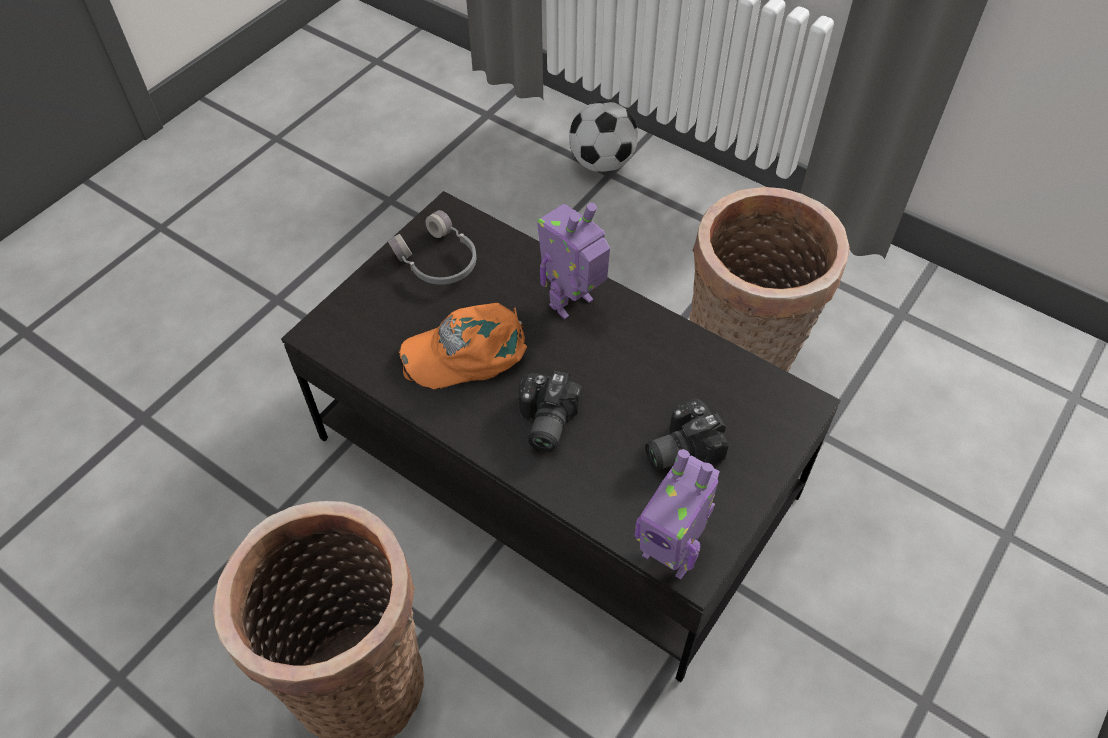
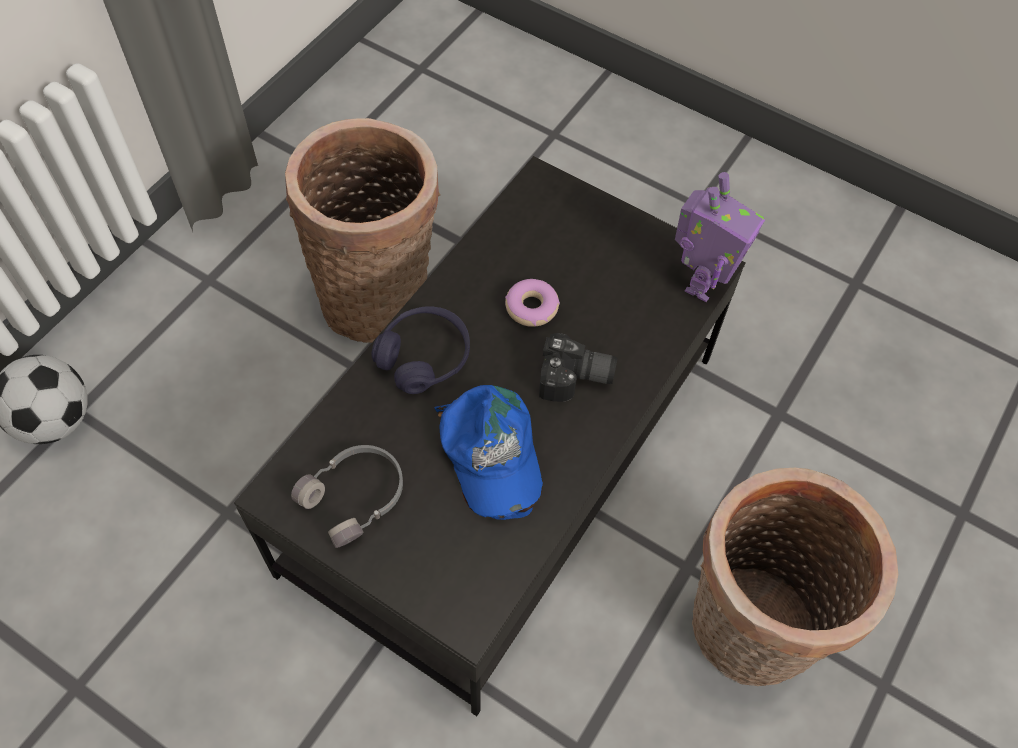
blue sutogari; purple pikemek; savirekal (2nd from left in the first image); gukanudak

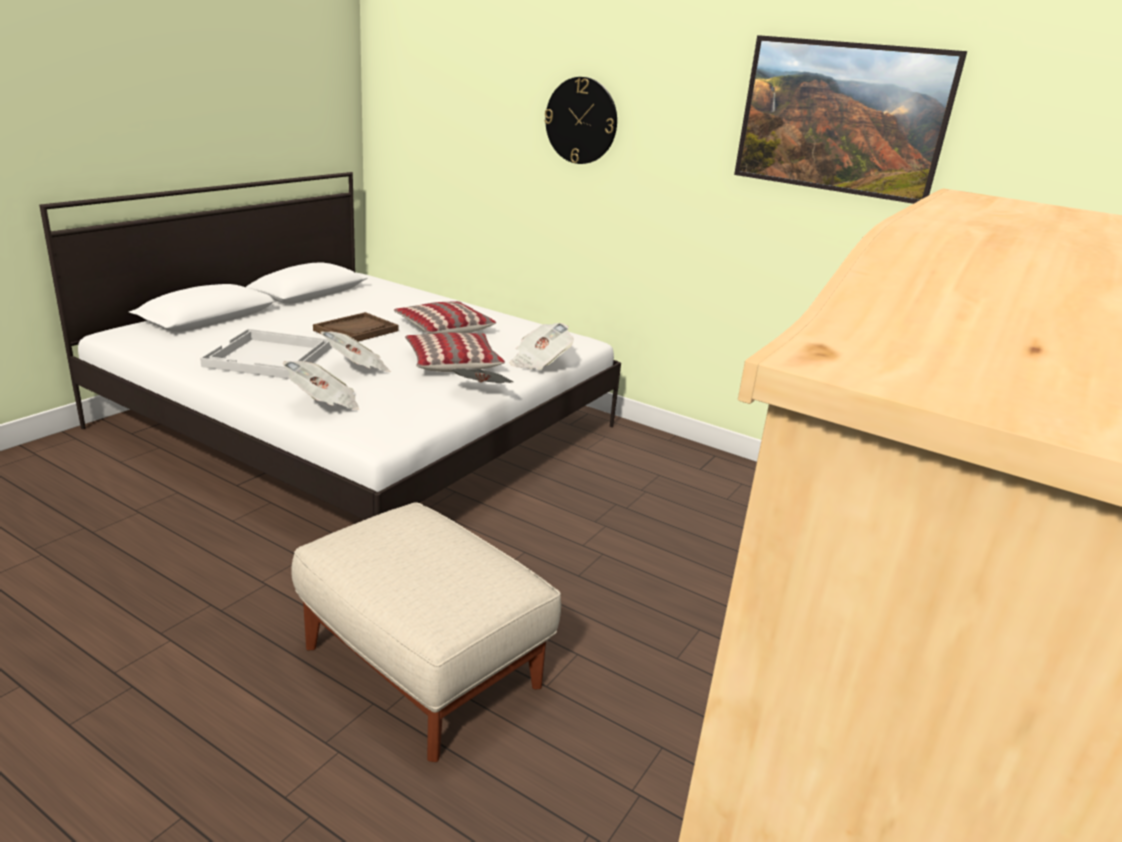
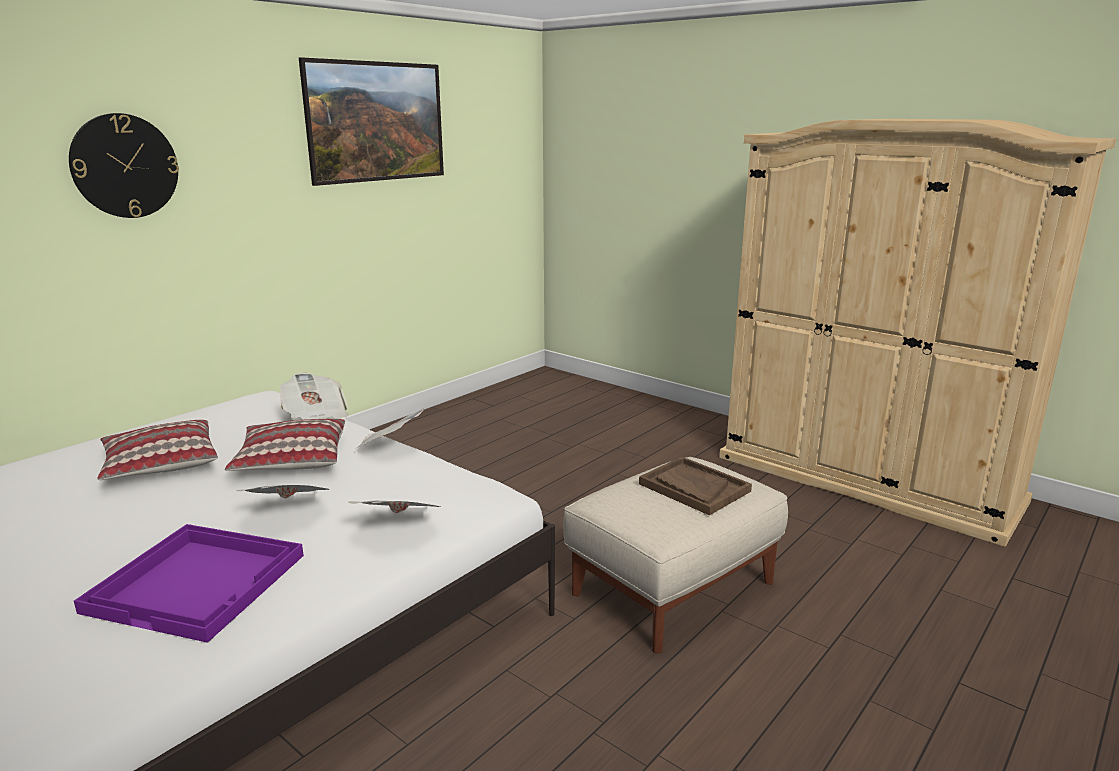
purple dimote; brown dimote

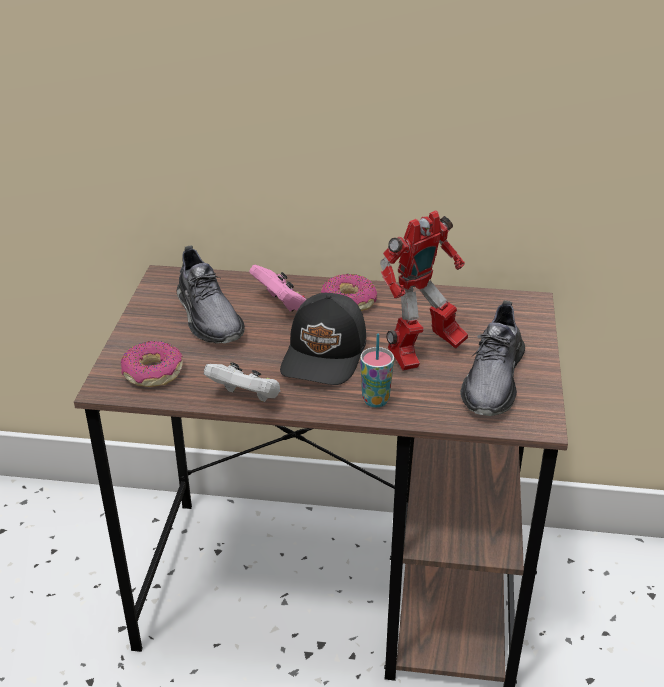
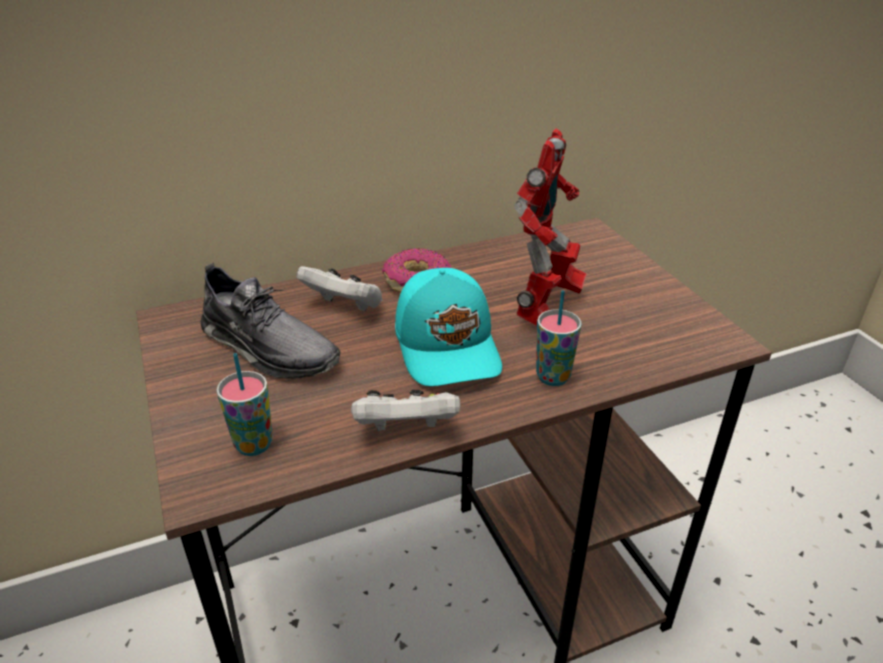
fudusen (1st from left); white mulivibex (1st from left); turquoise sutogari; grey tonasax (2nd from left in the first image)

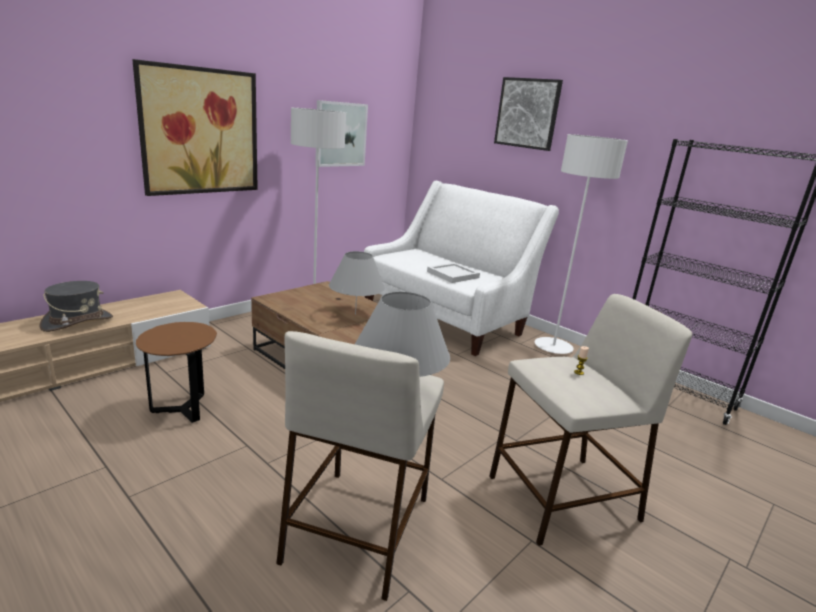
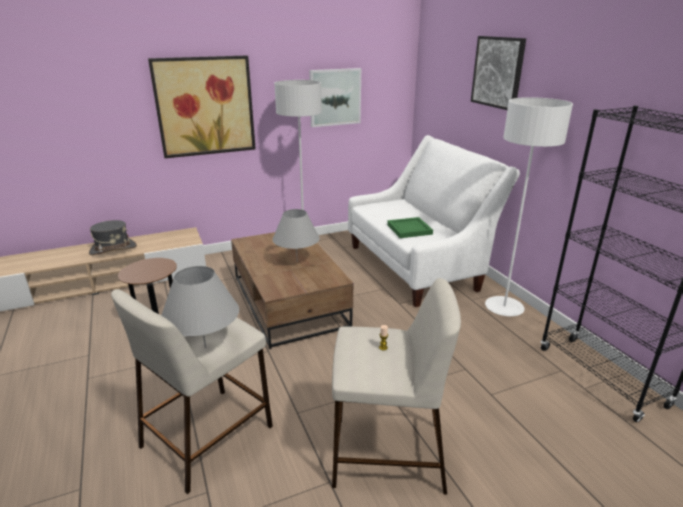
green dimote

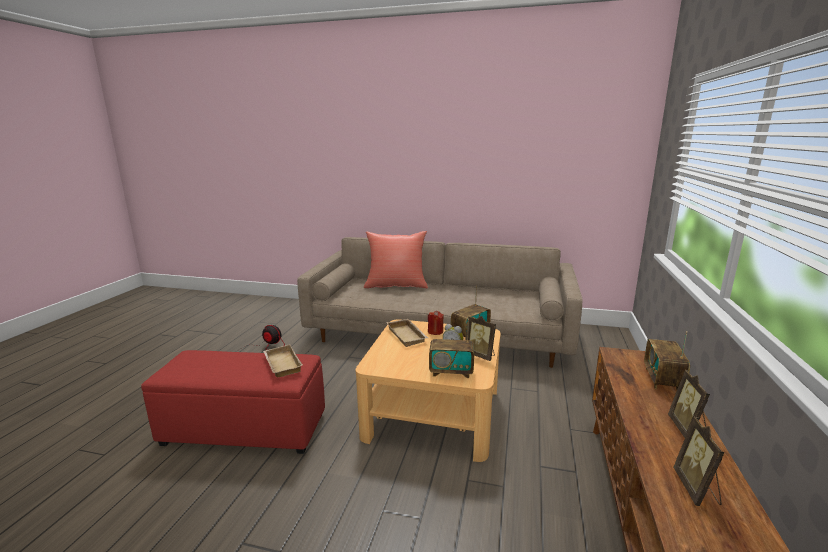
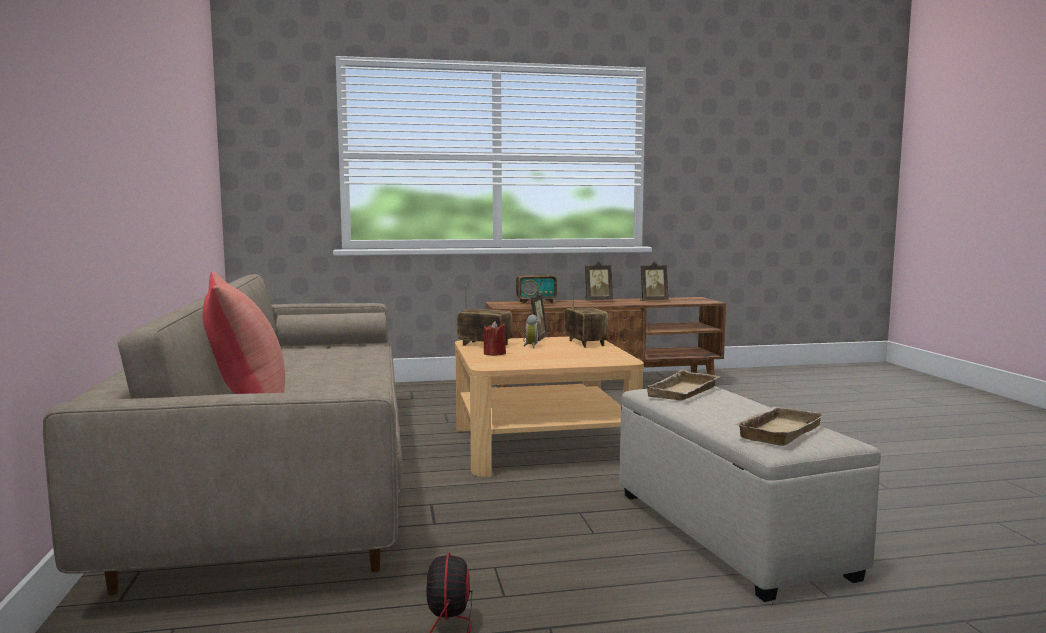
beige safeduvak; beige dimote (2nd from left)

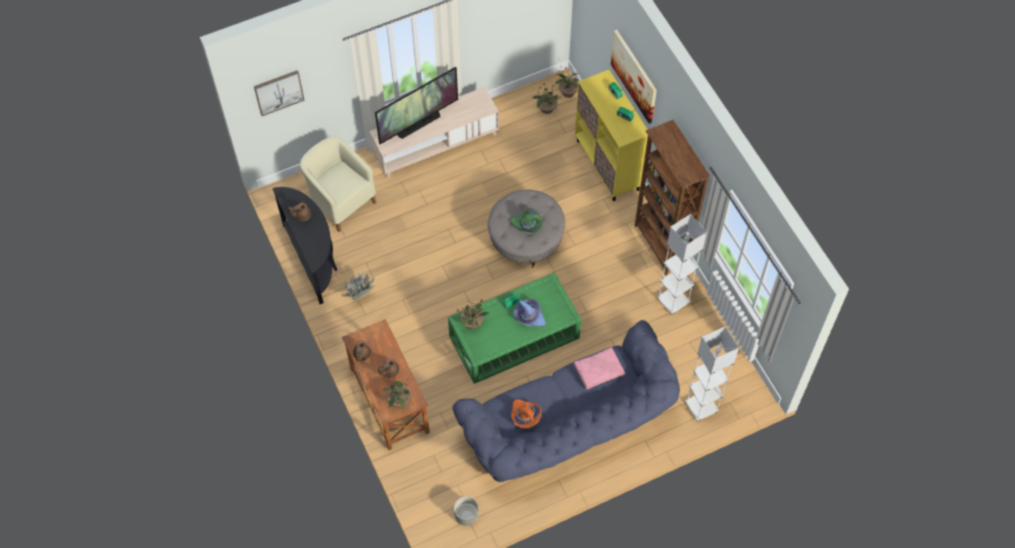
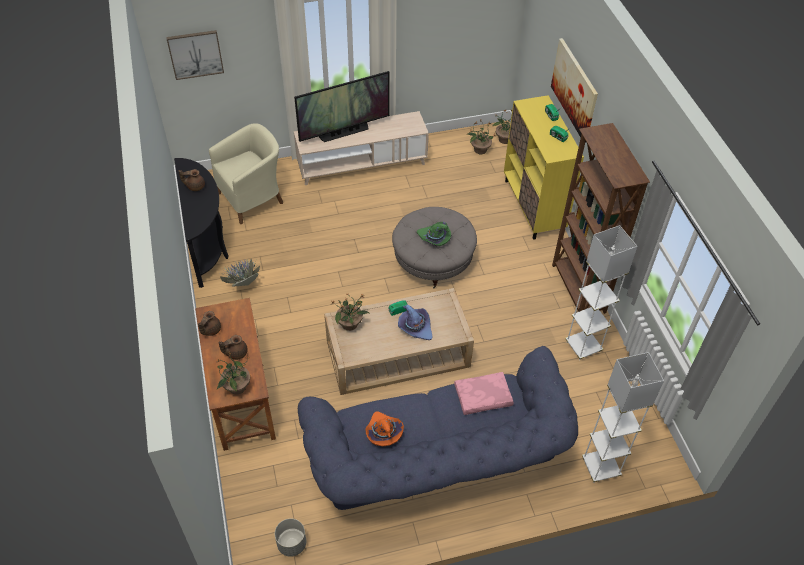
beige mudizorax; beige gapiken

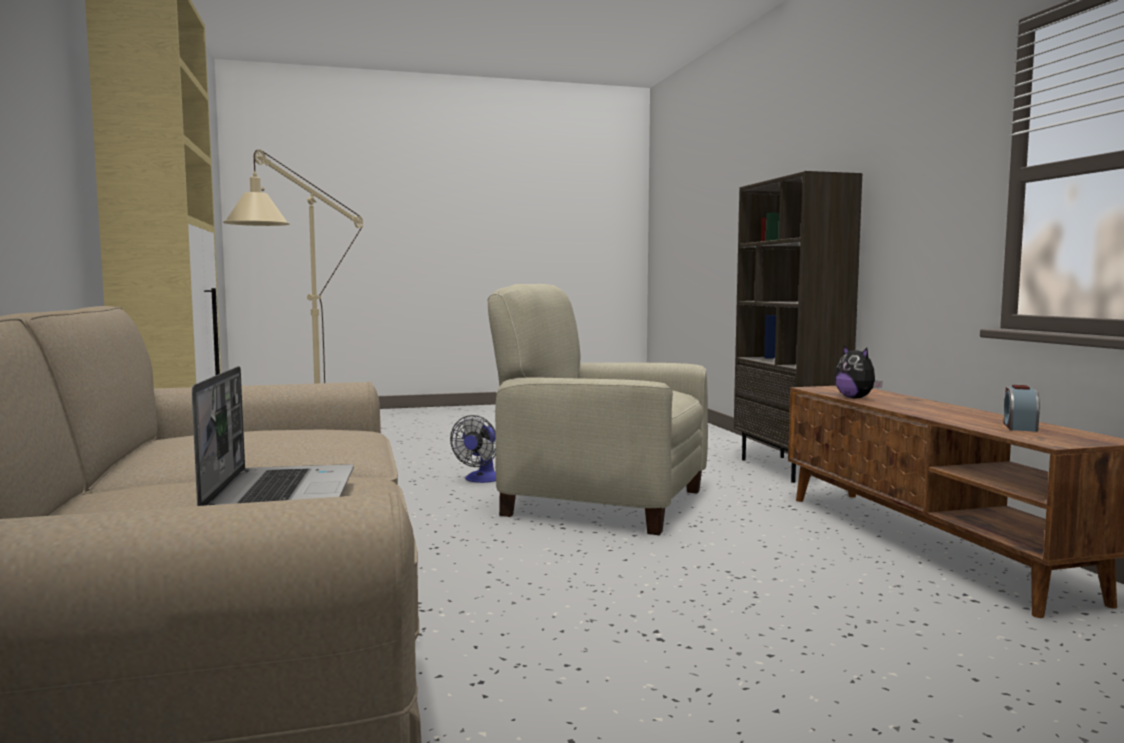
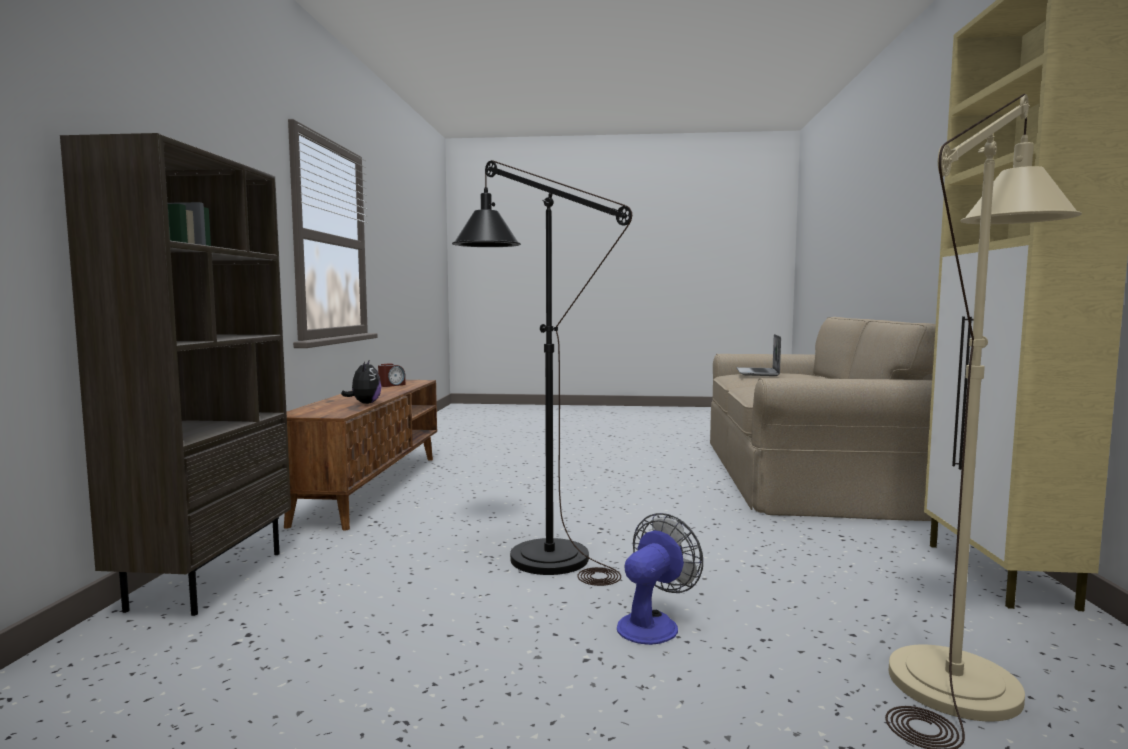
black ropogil

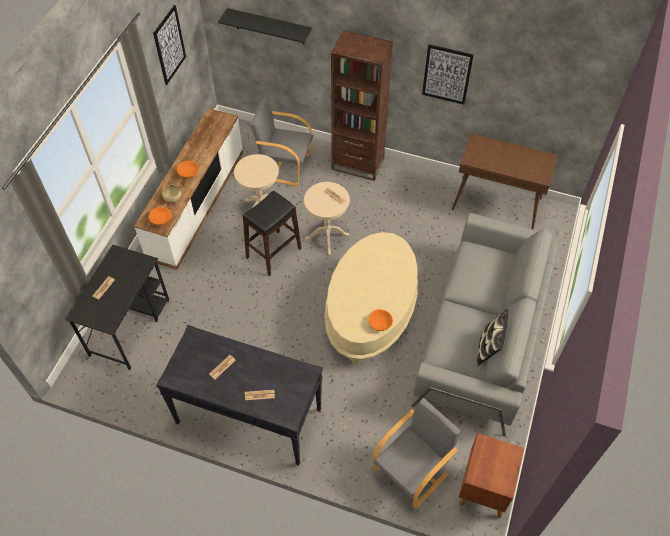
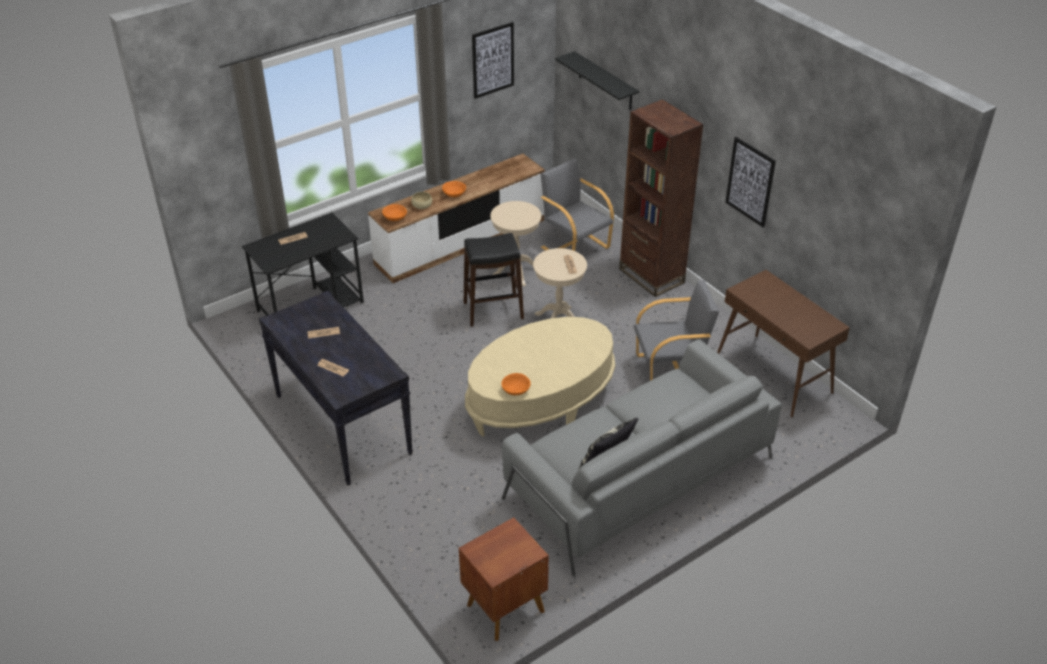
grey mudizorax (2nd from left)

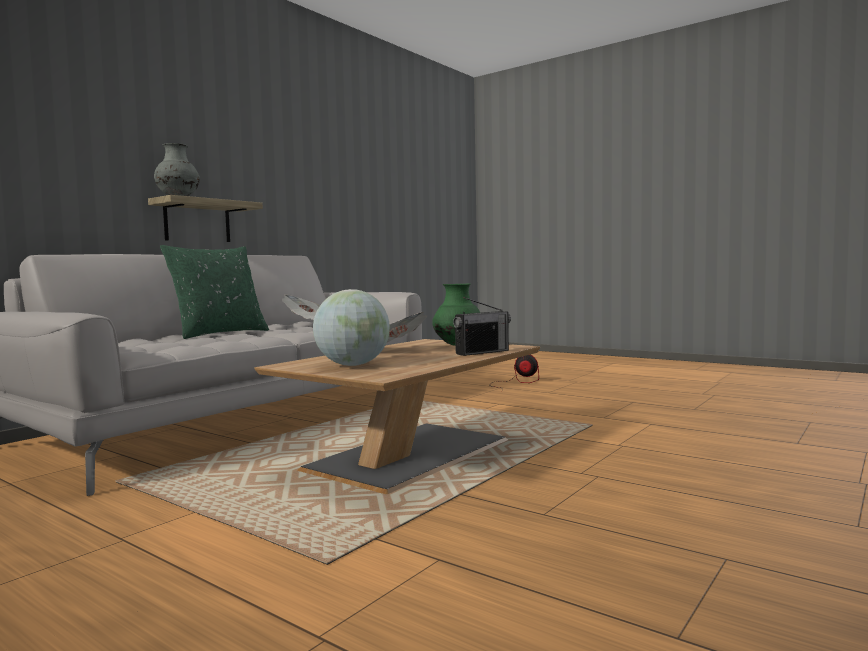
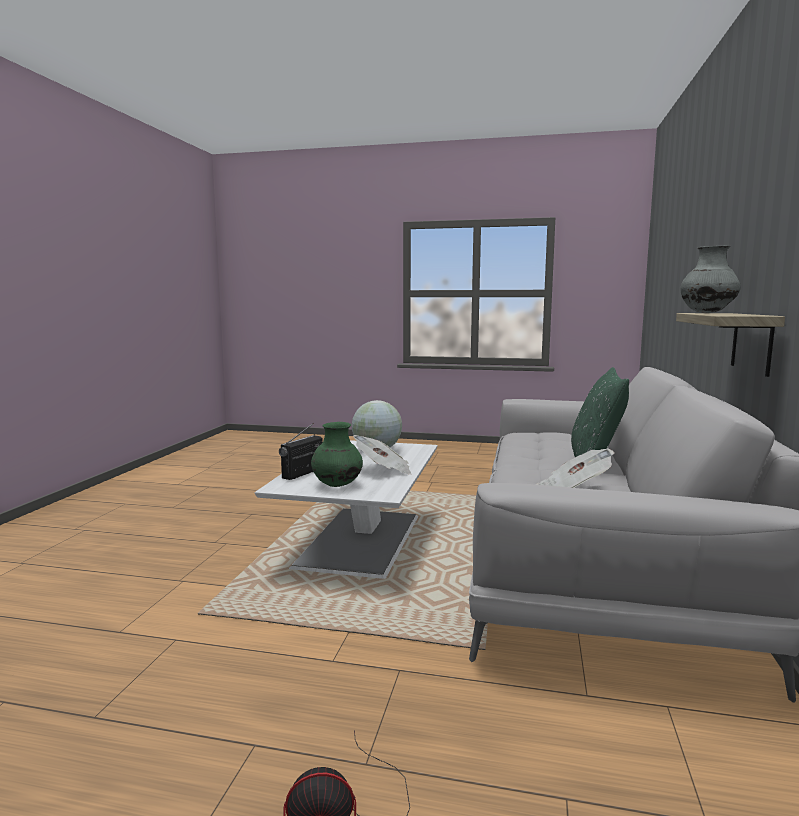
white gapiken

